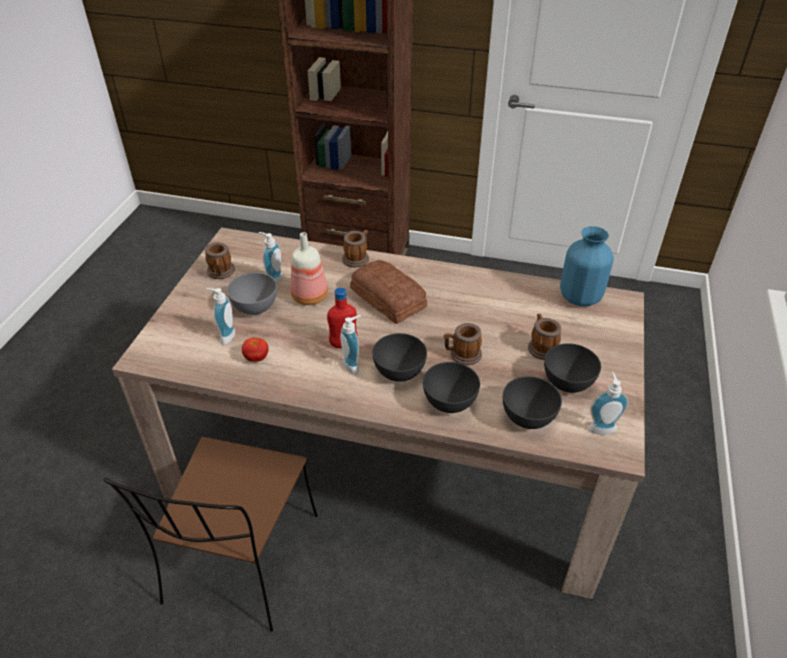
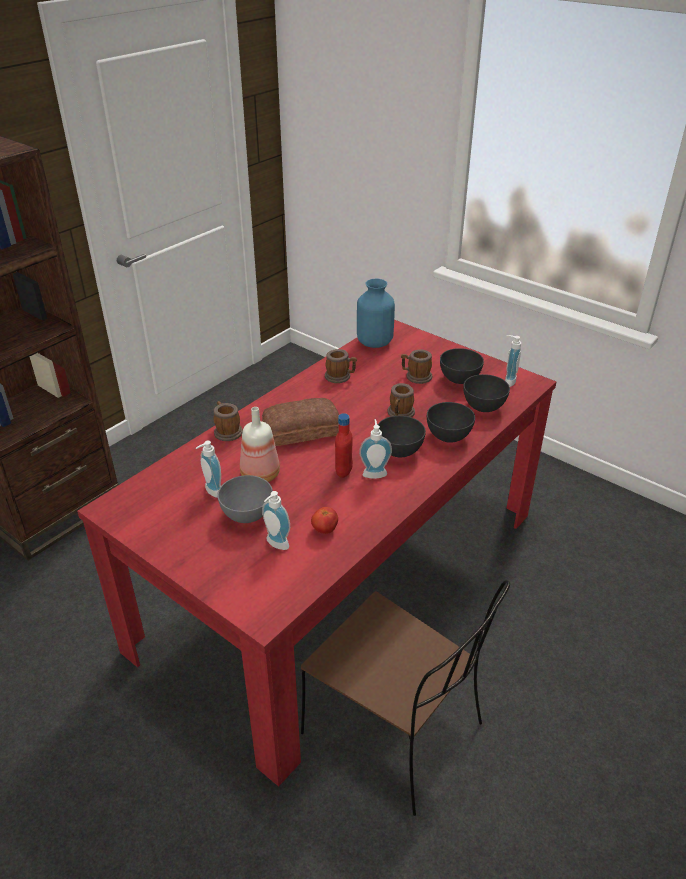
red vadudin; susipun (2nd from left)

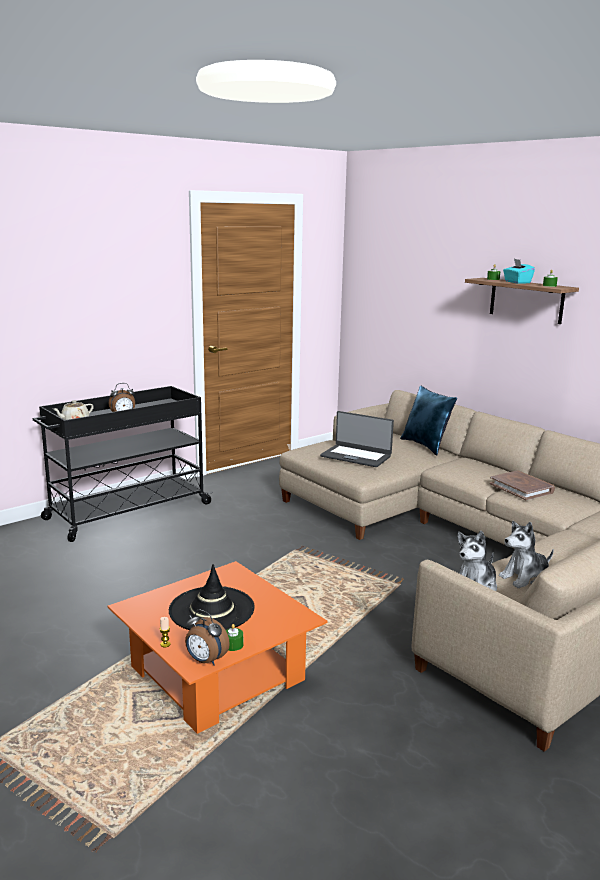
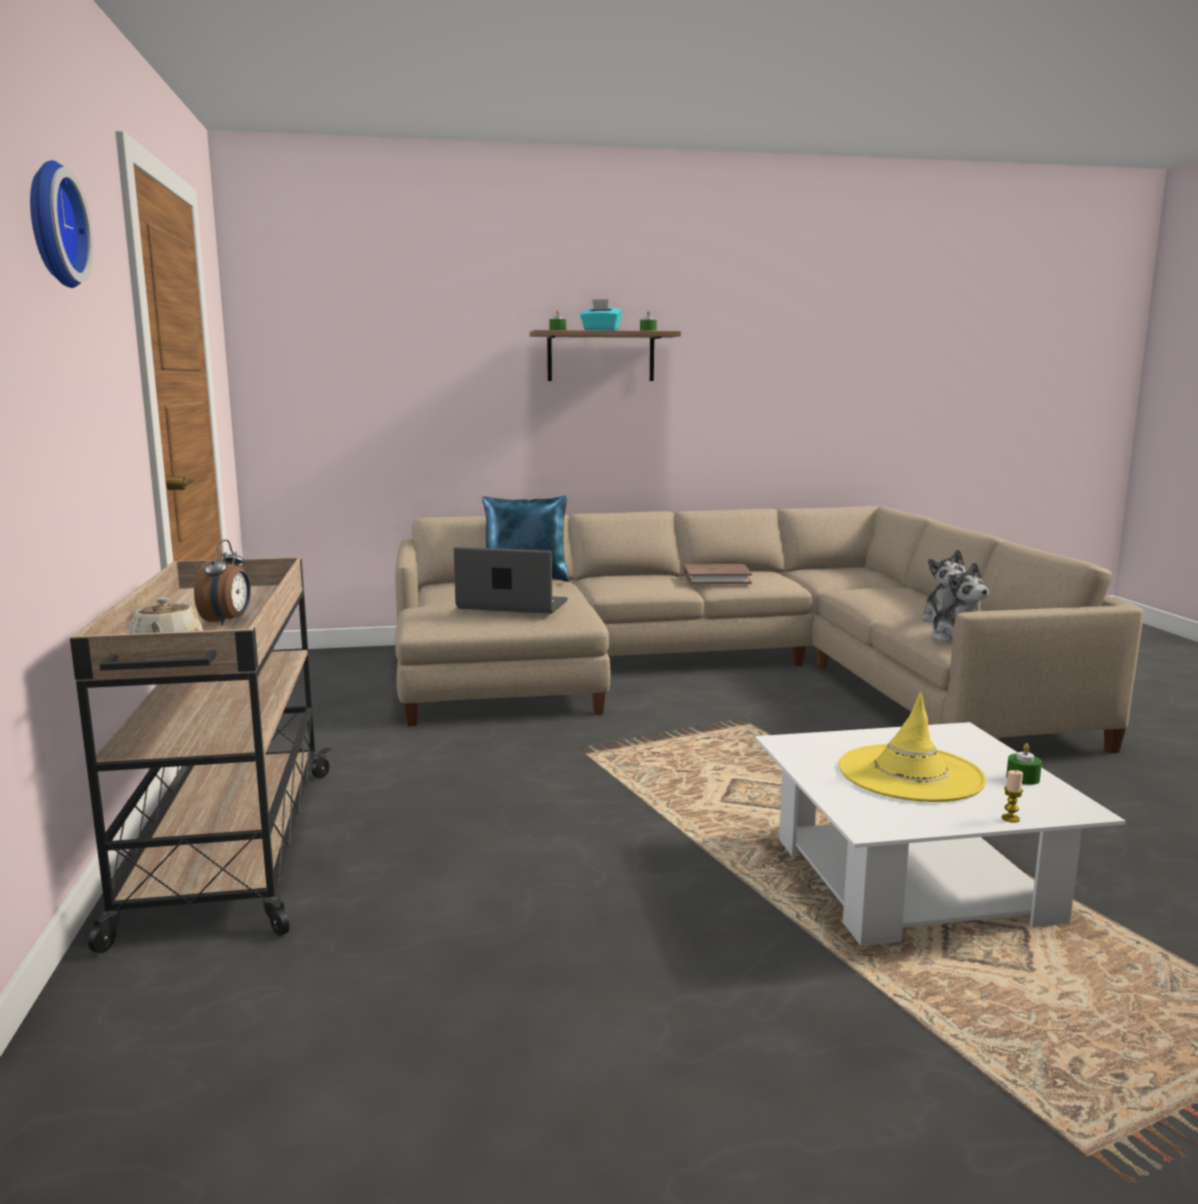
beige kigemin; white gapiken; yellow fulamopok; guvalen (2nd from left in the first image); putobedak; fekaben

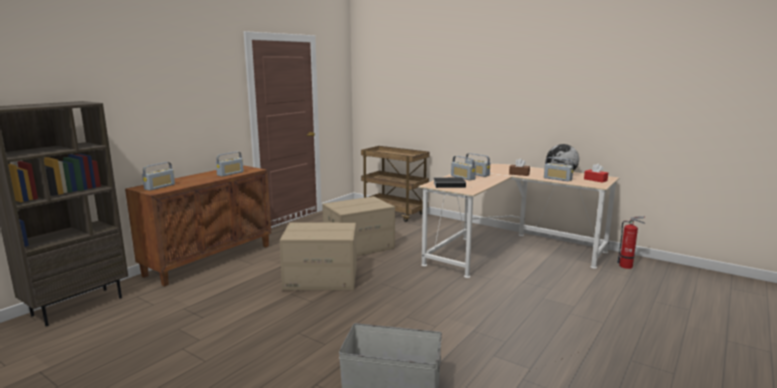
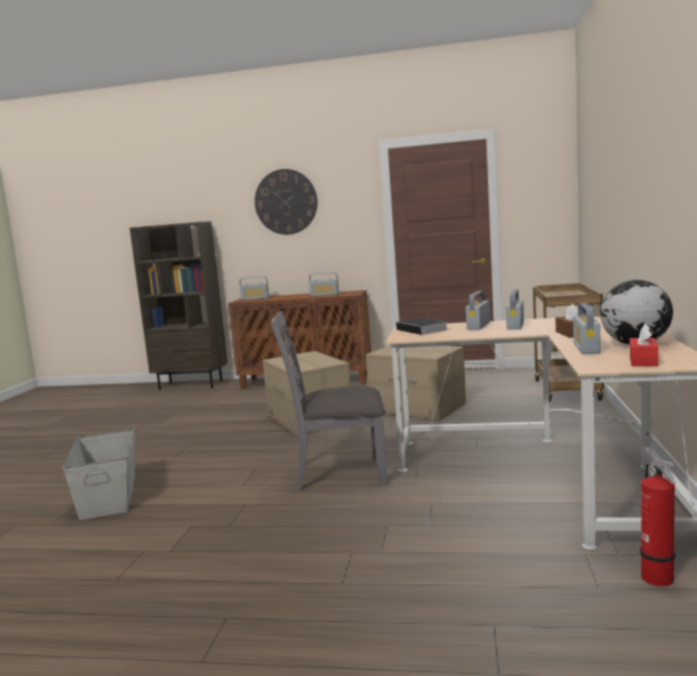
fekaben; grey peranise

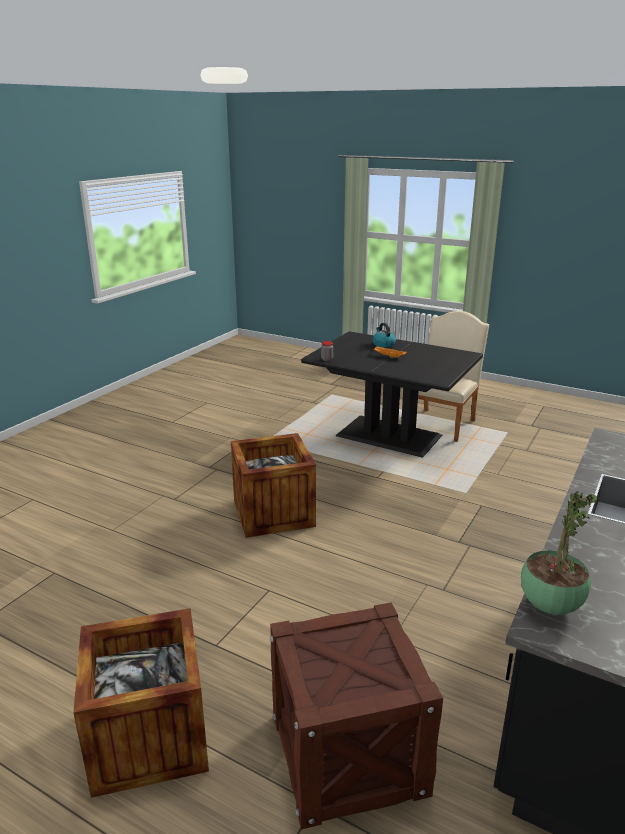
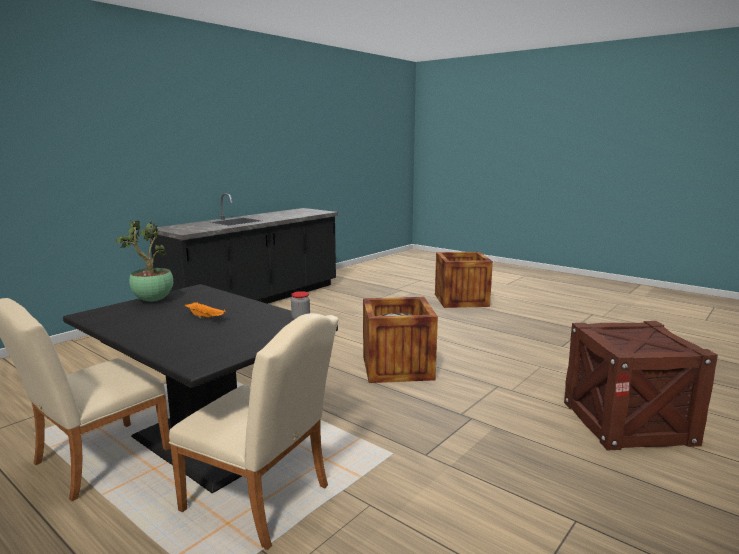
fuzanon (3rd from left); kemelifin; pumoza; beige peranise (2nd from left)

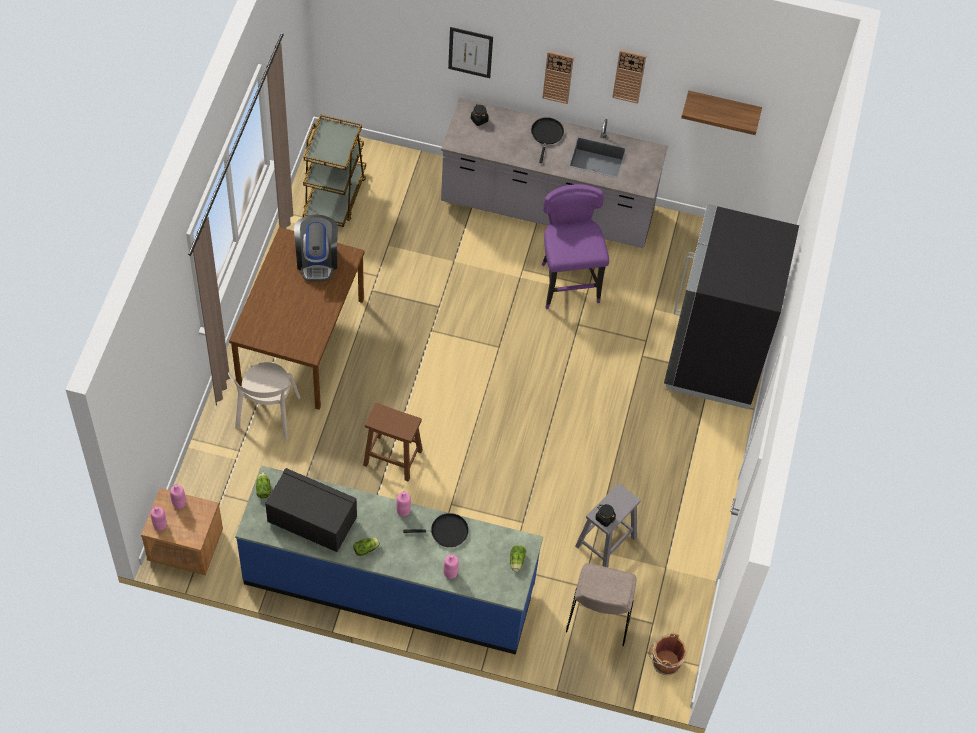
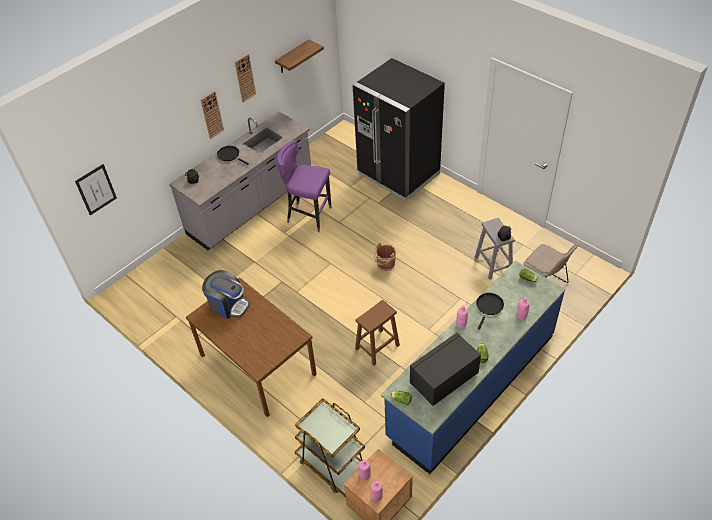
beige peranise (1st from left in the first image); brown kigemin; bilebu; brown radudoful

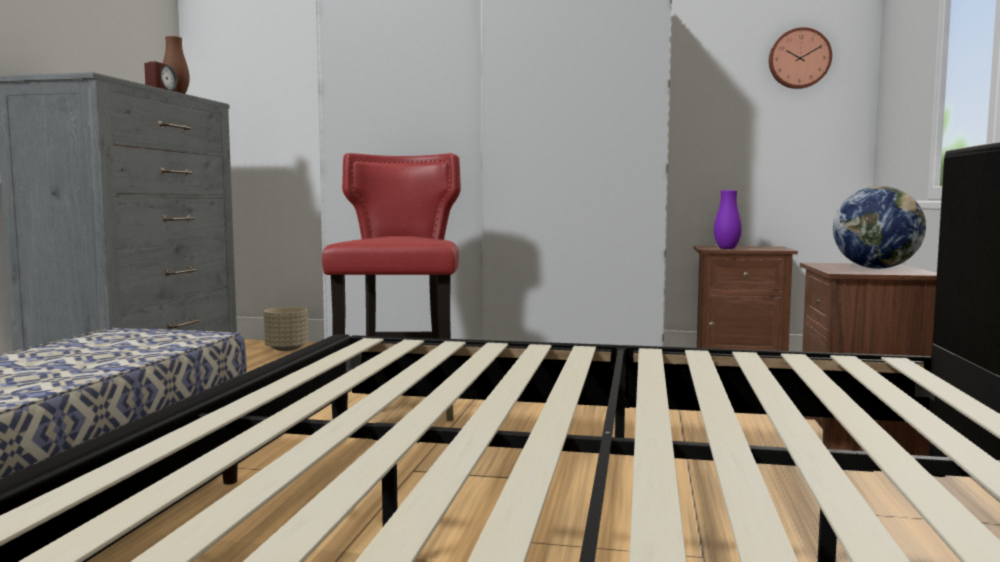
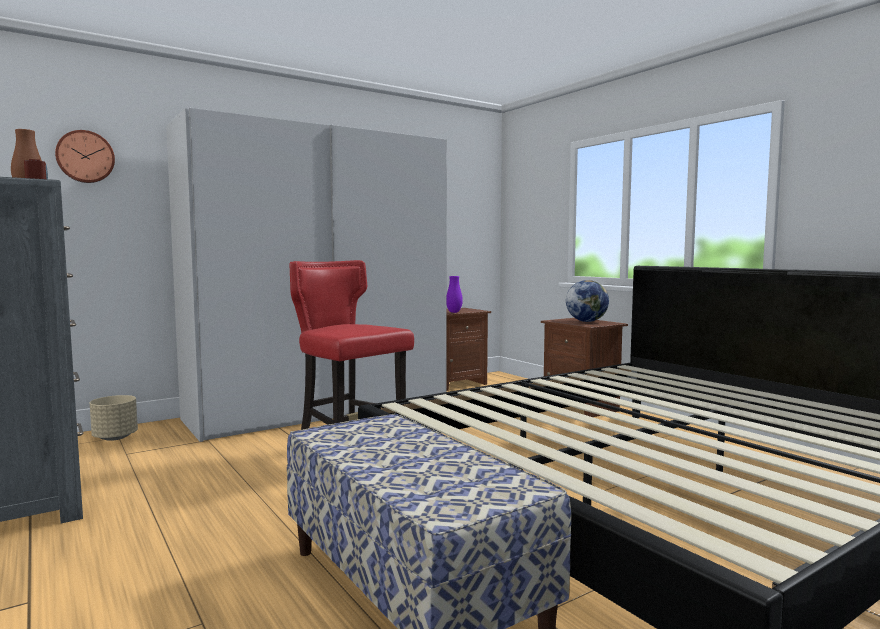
fekaben

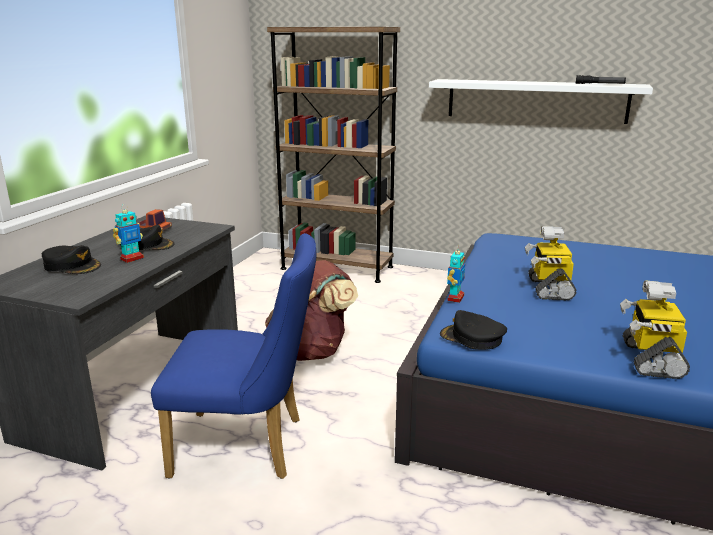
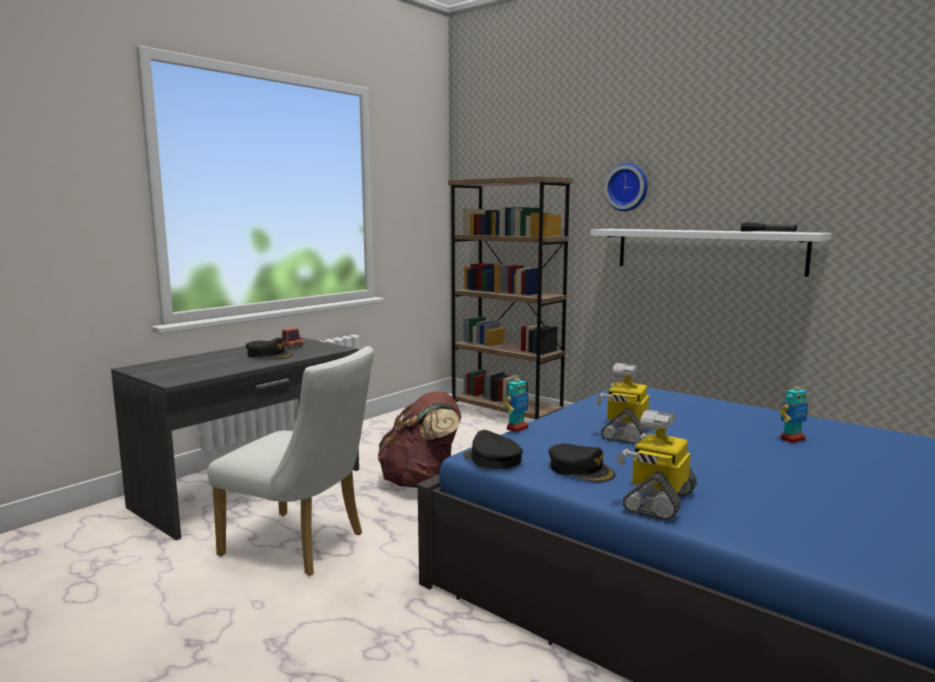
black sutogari (3rd from left); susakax (4th from left); white peranise; fekaben

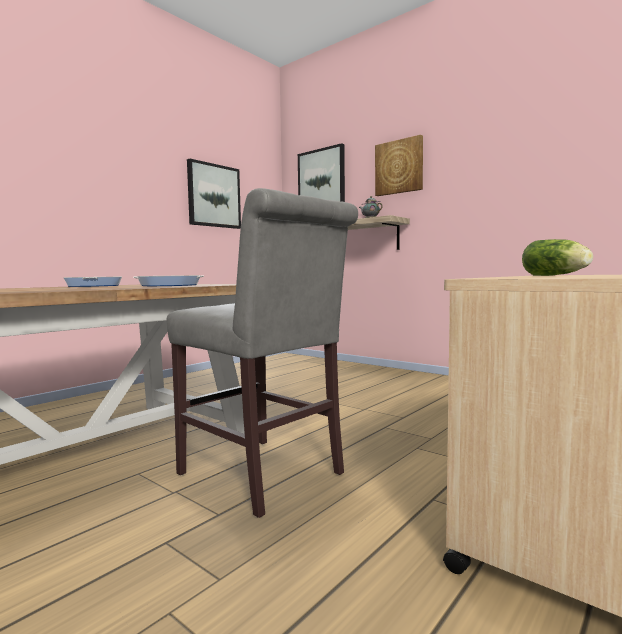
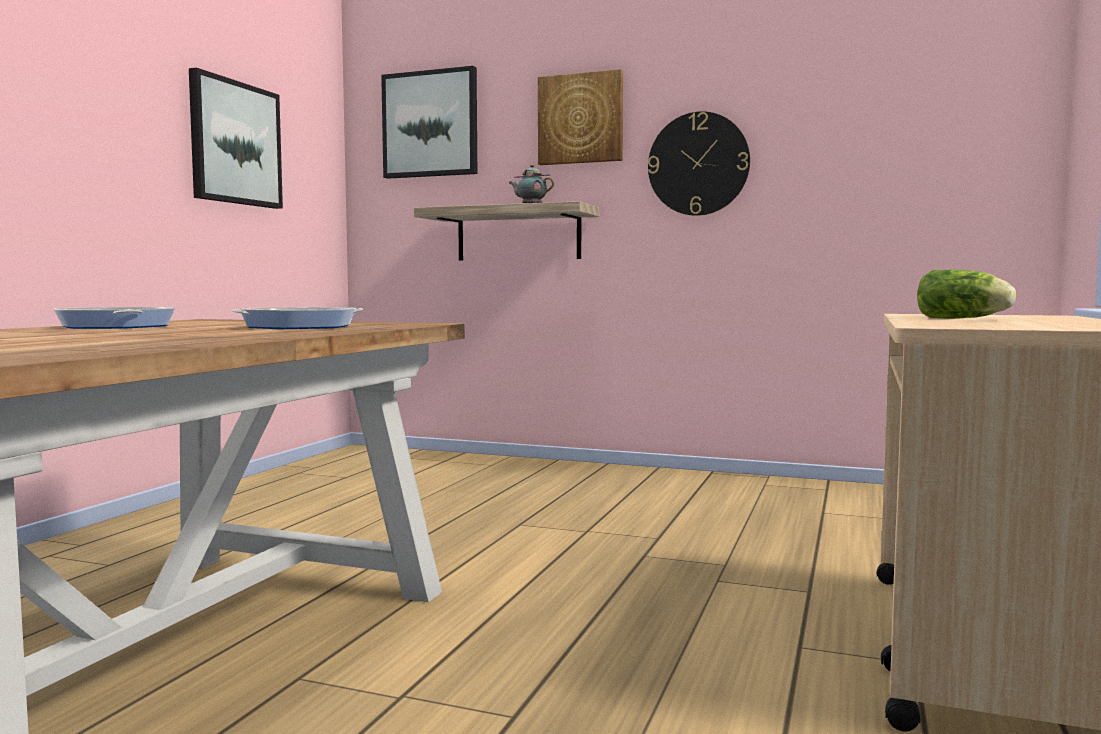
grey peranise; fekaben

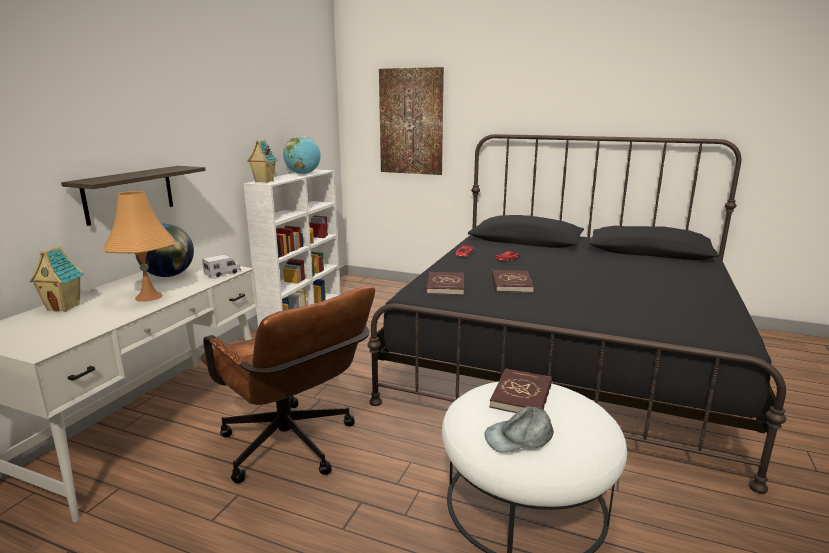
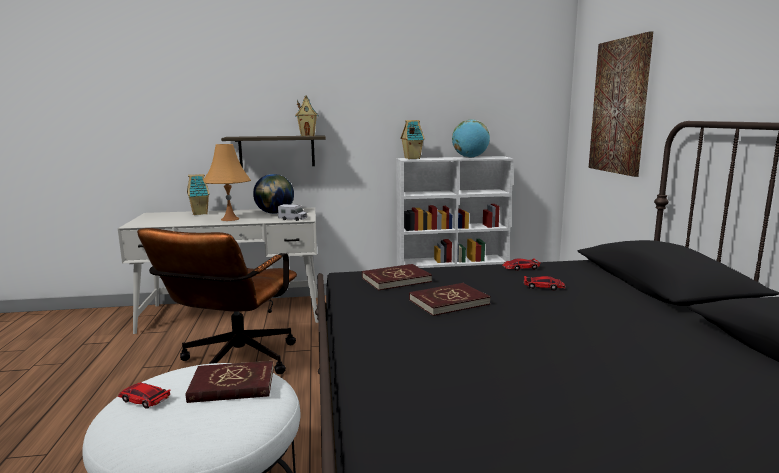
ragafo (1st from left); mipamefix (2nd from left)

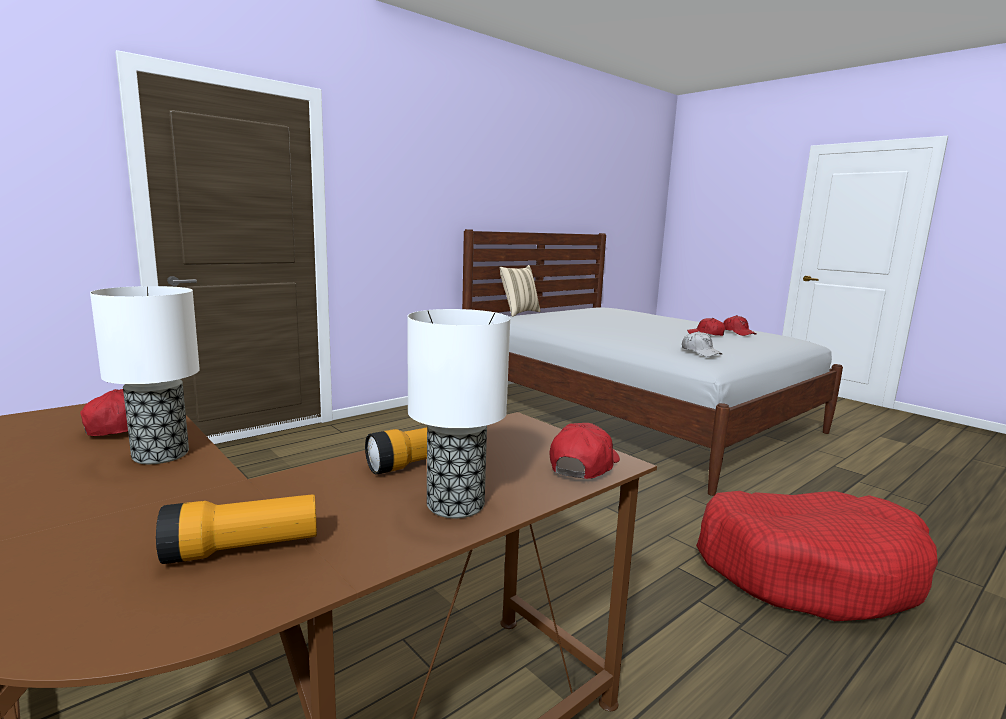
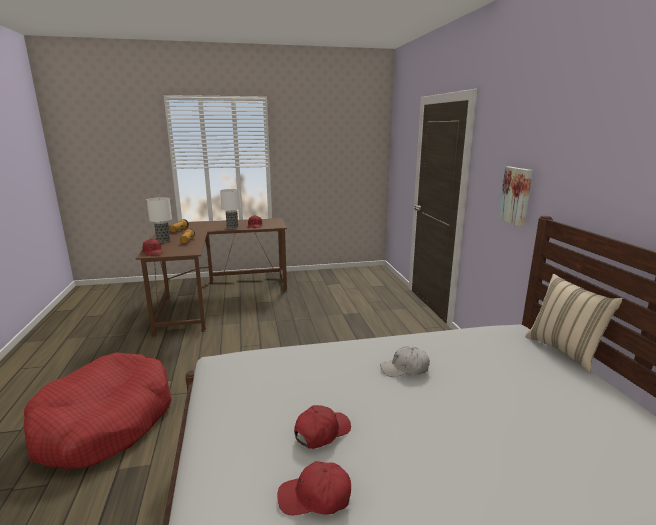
white sutogari; bilebu

